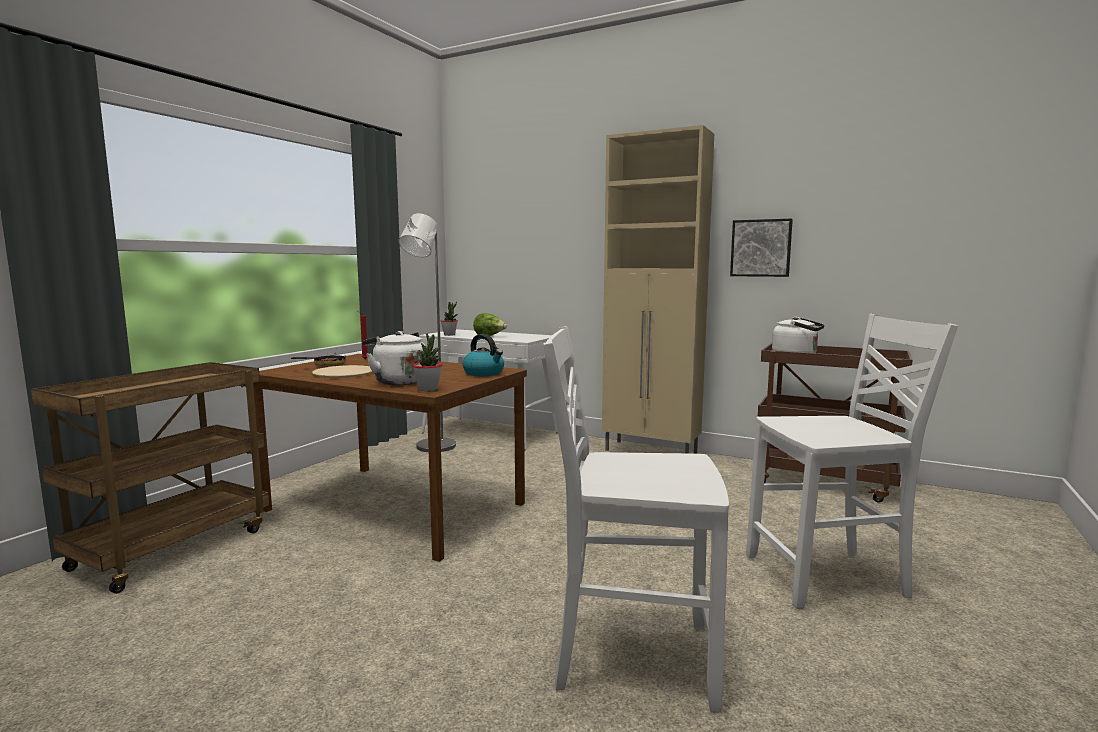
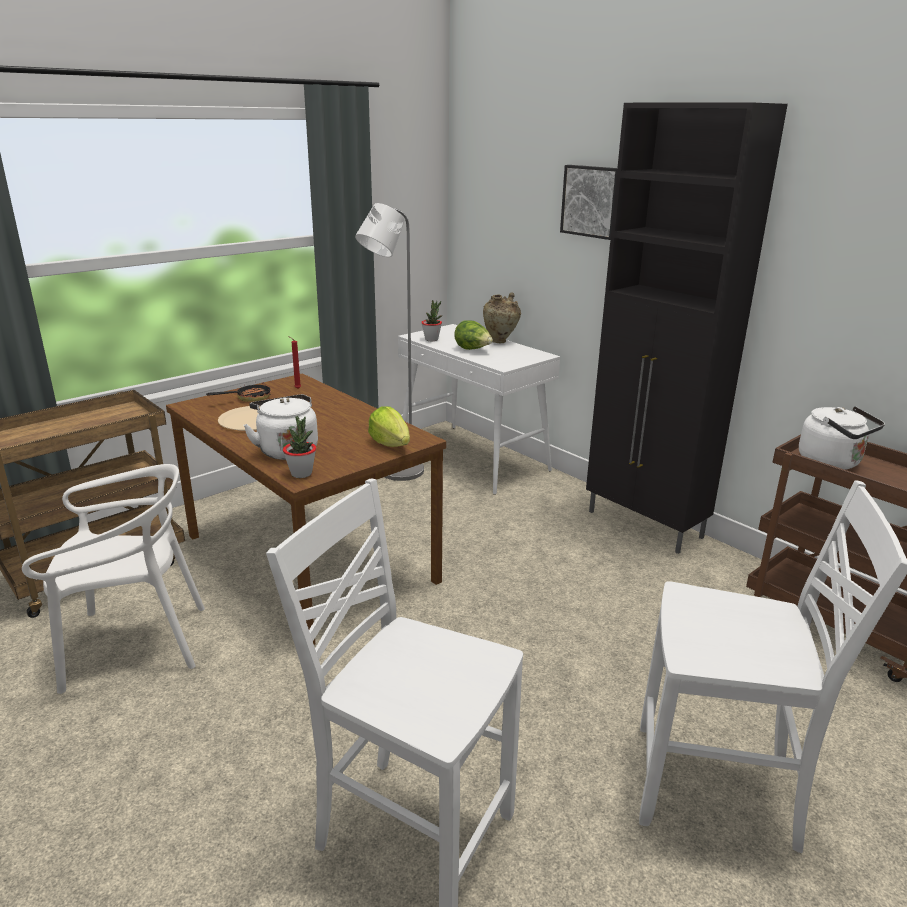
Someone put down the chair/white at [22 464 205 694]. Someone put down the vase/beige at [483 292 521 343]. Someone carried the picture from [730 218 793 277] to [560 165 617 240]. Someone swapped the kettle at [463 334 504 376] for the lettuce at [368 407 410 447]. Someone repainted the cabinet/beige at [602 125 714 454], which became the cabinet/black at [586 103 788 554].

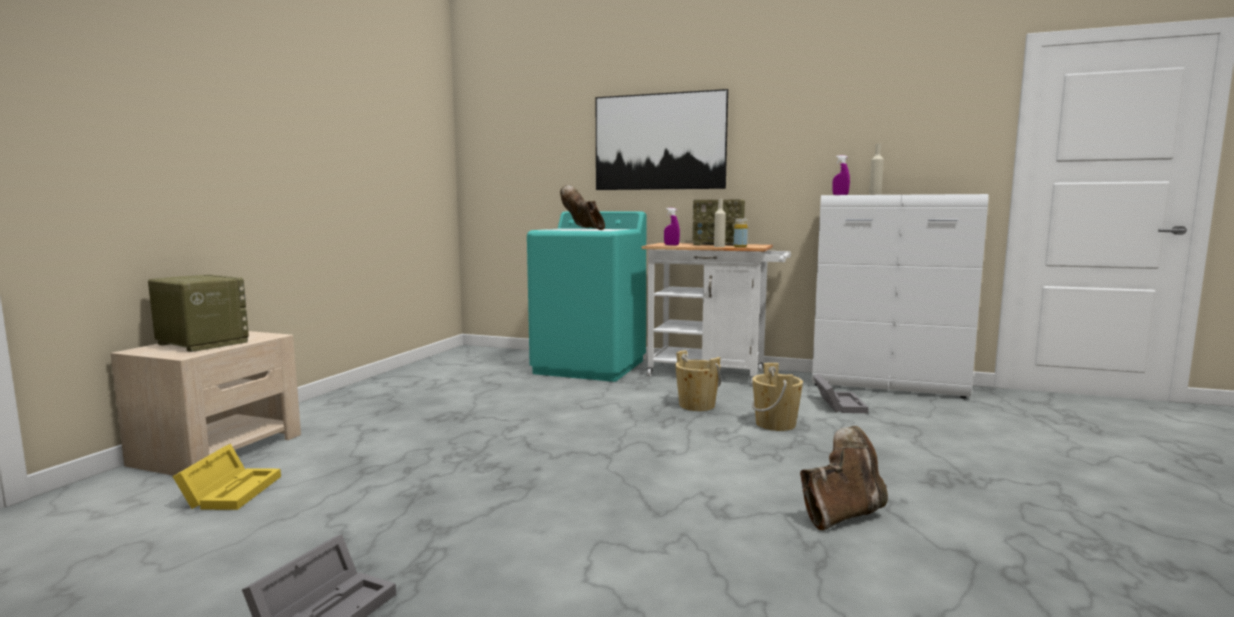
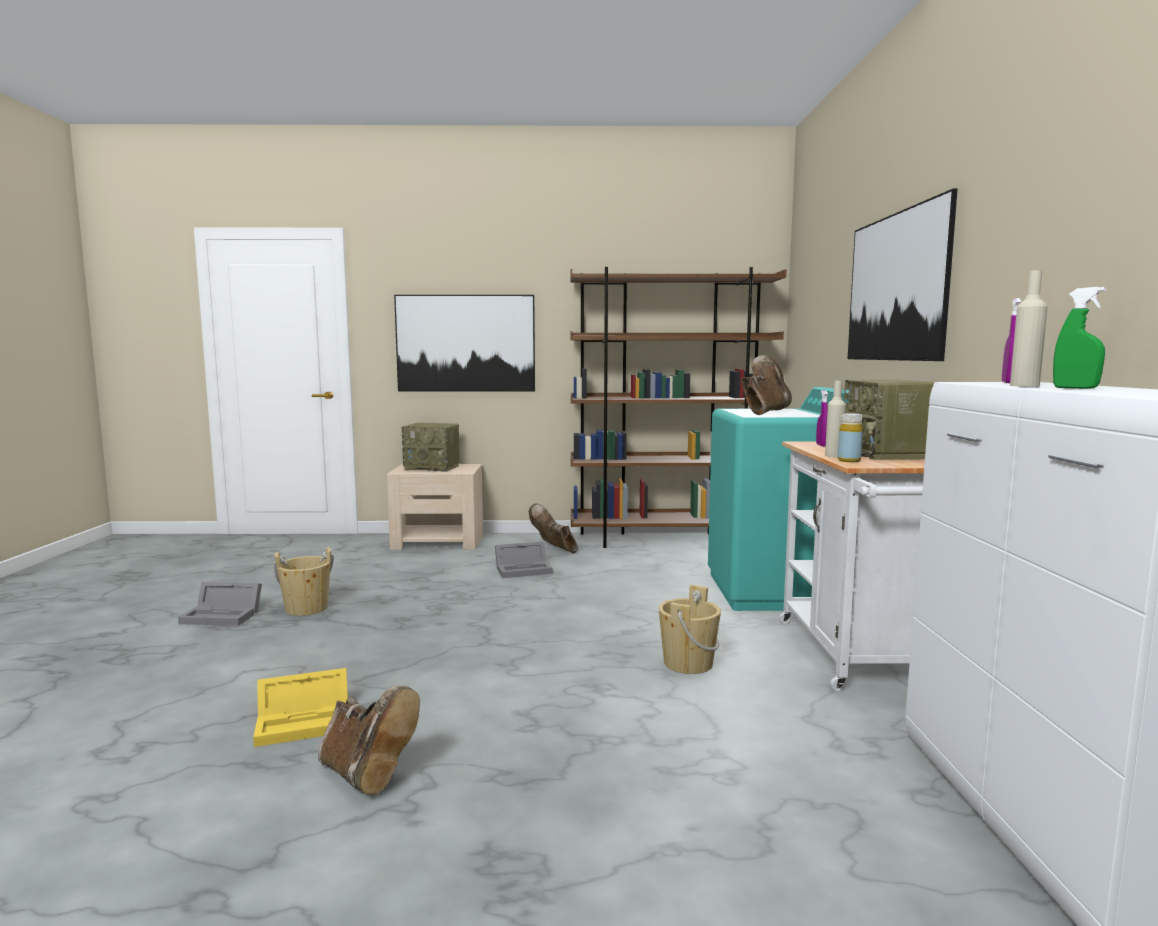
Someone put up the picture at [394 295 535 391]. Someone put down the boot/brown at [529 503 578 553]. Someone put down the bookcase/brown at [570 267 786 548]. Someone put down the spray bottle/green at [1053 287 1106 389]. Someone carried the storage box/yellow from [172 444 281 510] to [253 668 348 747]. Someone carried the bucket/beige from [752 363 803 431] to [273 547 334 616]. Someone carried the storage box/grey from [813 374 869 413] to [495 541 552 578]. Someone rotated the radio at [148 274 249 352] by 90 degrees clockwise.

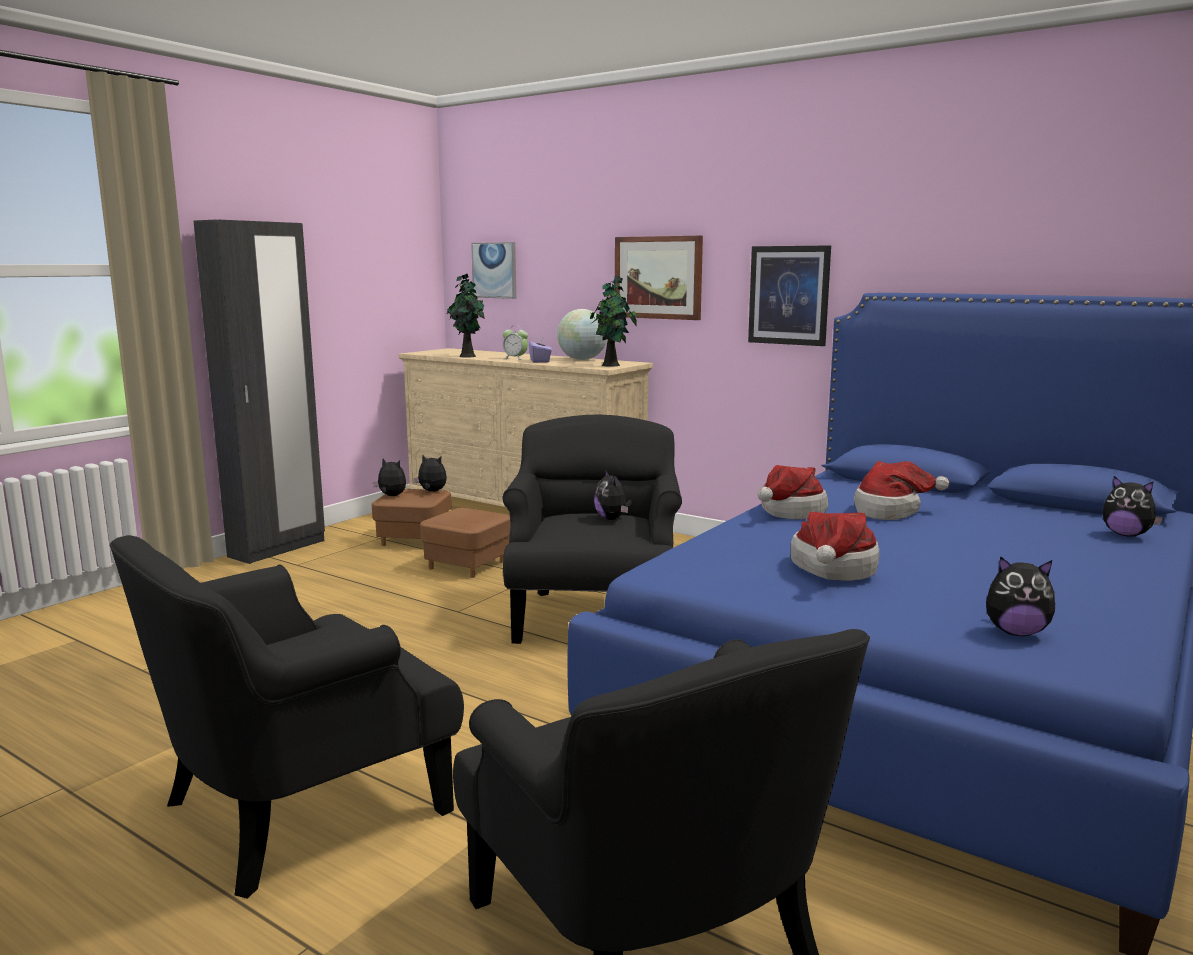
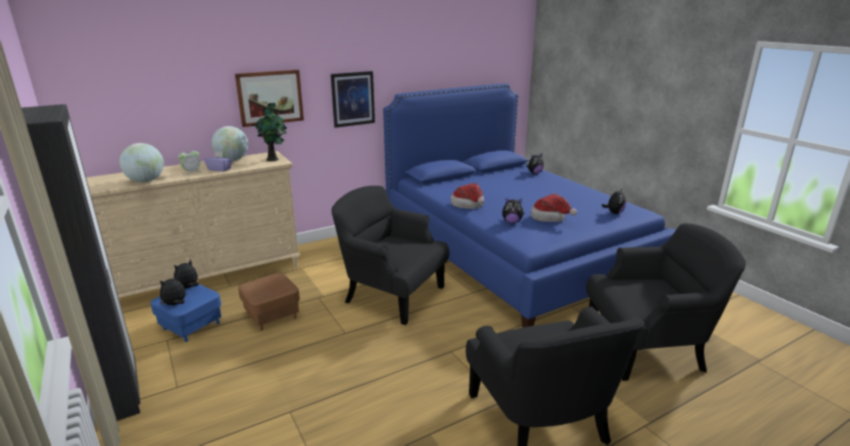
Someone took away the picture at [471 242 516 299]. Someone took away the hat at [854 461 949 520]. Someone carried the plush toy from [594 470 632 520] to [502 198 525 223]. Someone swapped the potted plant at [446 274 485 358] for the globe at [119 143 164 182]. Someone repainted the ottoman/brown at [372 489 451 546], which became the ottoman/blue at [150 284 221 342].

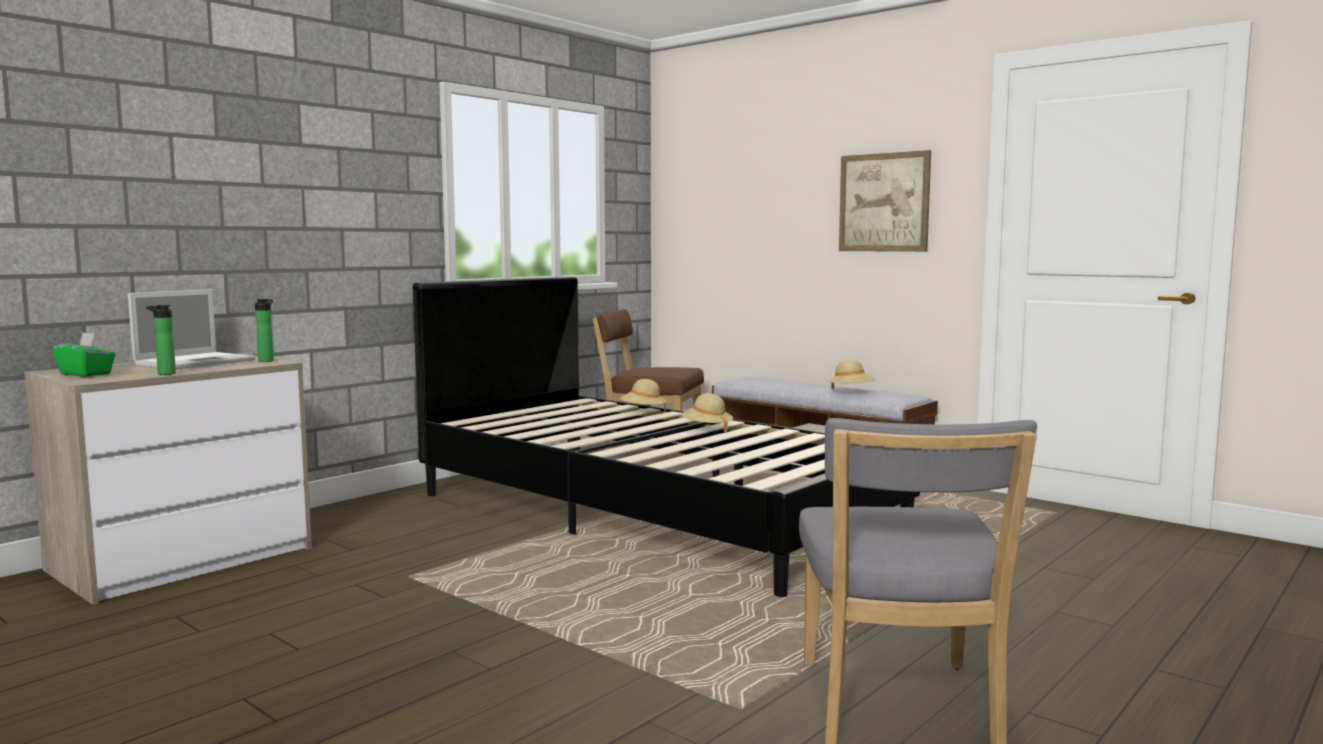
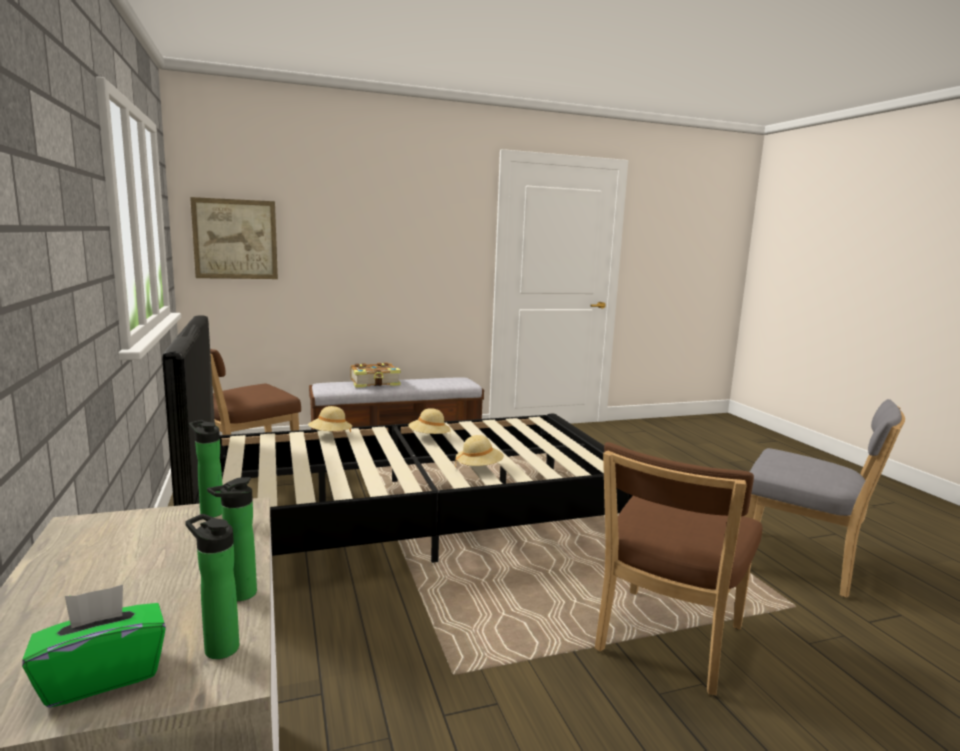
Someone took away the laptop at [128 289 255 369]. Someone put down the bottle at [185 514 239 659]. Someone put down the book at [350 362 401 388]. Someone put down the chair/brown at [595 442 762 695]. Someone carried the hat/beige from [828 360 876 390] to [455 435 504 468]. Someone carried the picture from [839 150 931 252] to [190 197 278 279].

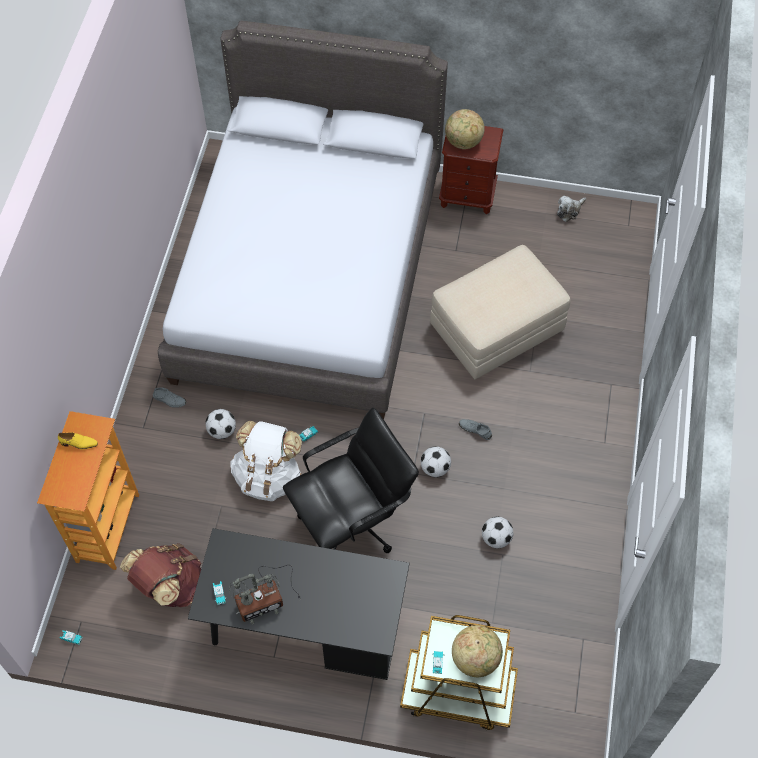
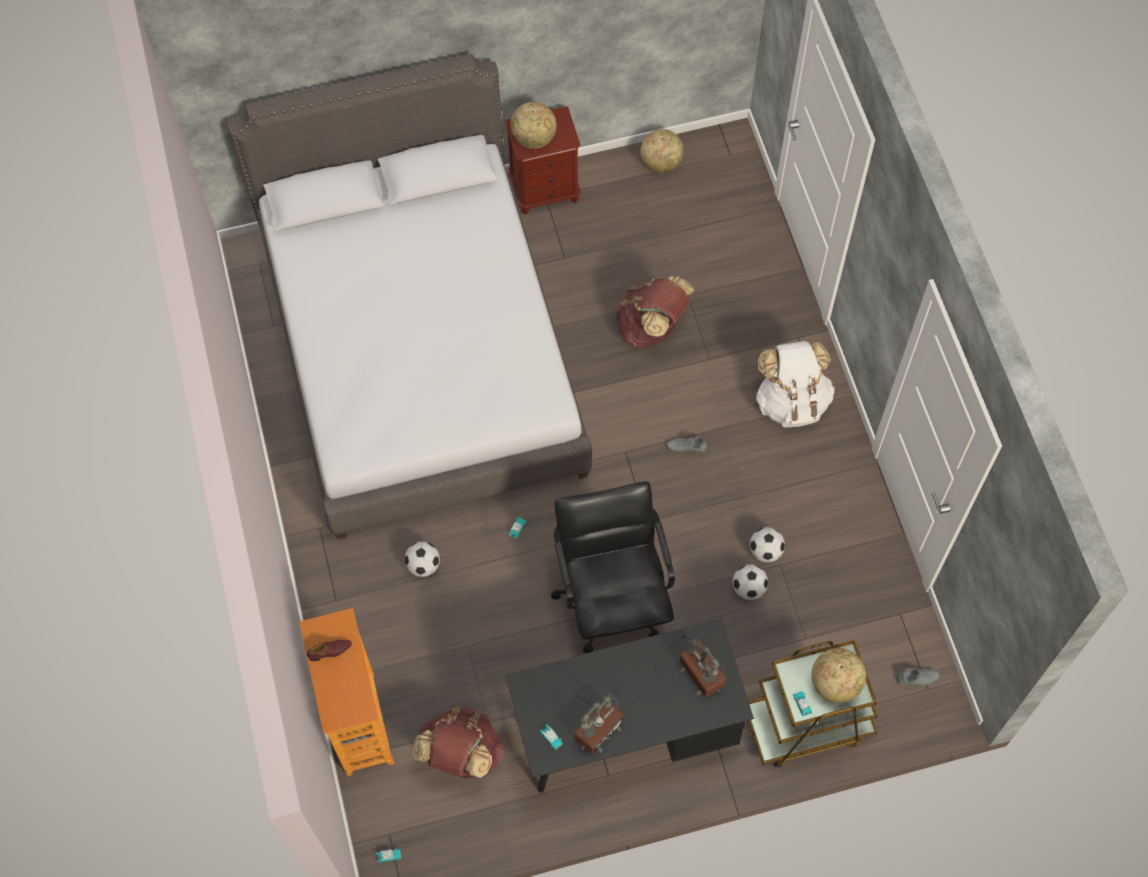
Someone put down the table lamp at [649 635 727 697]. Someone carried the shoe/grey from [153 387 186 408] to [896 668 940 686]. Someone carried the backpack/white from [230 421 302 501] to [755 341 835 428]. Someone carried the football from [421 446 451 477] to [733 564 768 600]. Someone swapped the ottoman/beige at [430 245 571 379] for the backpack/brown at [615 276 695 348]. Someone swapped the plush toy at [557 196 586 222] for the globe at [640 129 684 173]. Someone repainted the shoe/yellow at [58 433 98 449], which became the shoe/brown at [307 639 352 661]. Someone rotated the office chair/black at [283 408 419 553] by 45 degrees counterclockwise.

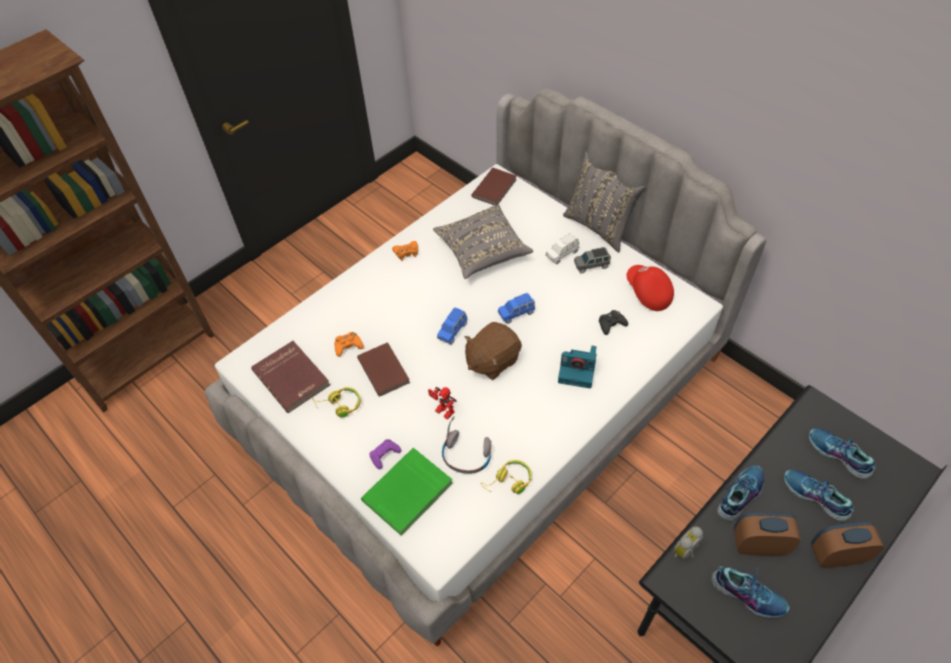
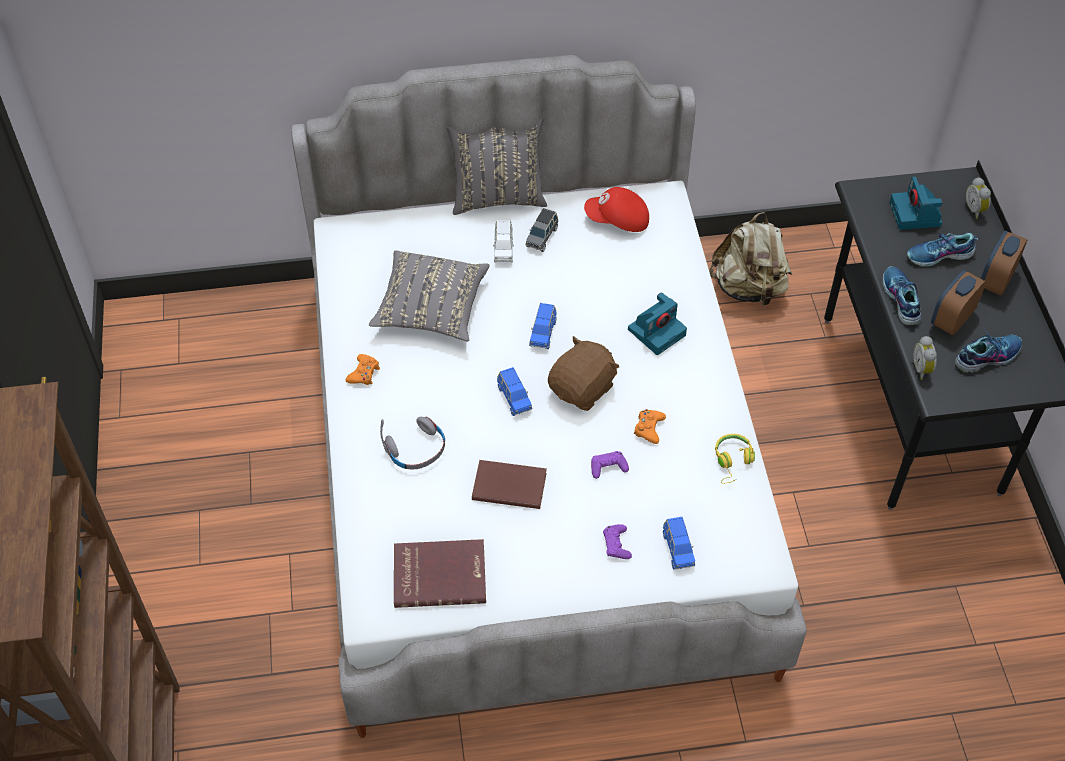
Someone took away the headphones/yellow at [312 387 361 418]. Someone took away the book/brown at [471 168 517 206]. Someone took away the game controller/black at [599 310 628 335]. Someone put down the backpack/beige at [709 212 792 308]. Someone put down the alarm clock at [966 177 991 219]. Someone carried the game controller/orange from [335 332 364 357] to [634 409 666 444]. Someone carried the headphones/grey from [442 416 491 474] to [380 417 445 470]. Someone swapped the book/green at [361 448 453 536] for the toy car/blue at [663 517 695 569]. Someone swapped the toy robot at [428 387 457 420] for the game controller/purple at [591 451 629 479]. Someone swapped the shoe at [809 429 876 479] for the photo camera at [890 177 943 230]. Someone rotated the plush toy/brown at [464 322 522 380] by 135 degrees counterclockwise.

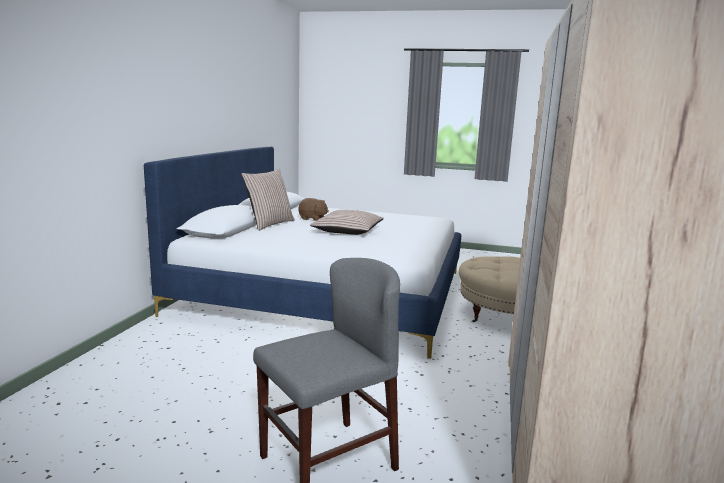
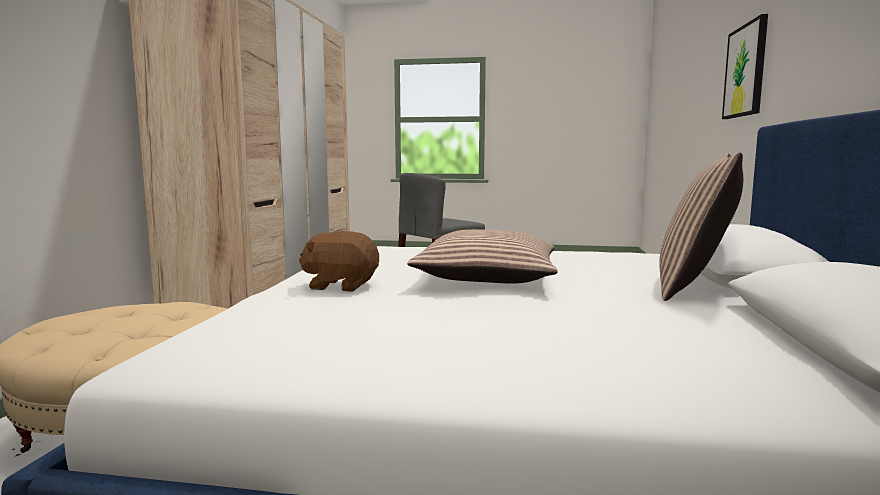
Someone put up the picture at [722 14 768 119]. Someone carried the plush toy/brown from [298 198 329 221] to [299 231 379 292].

